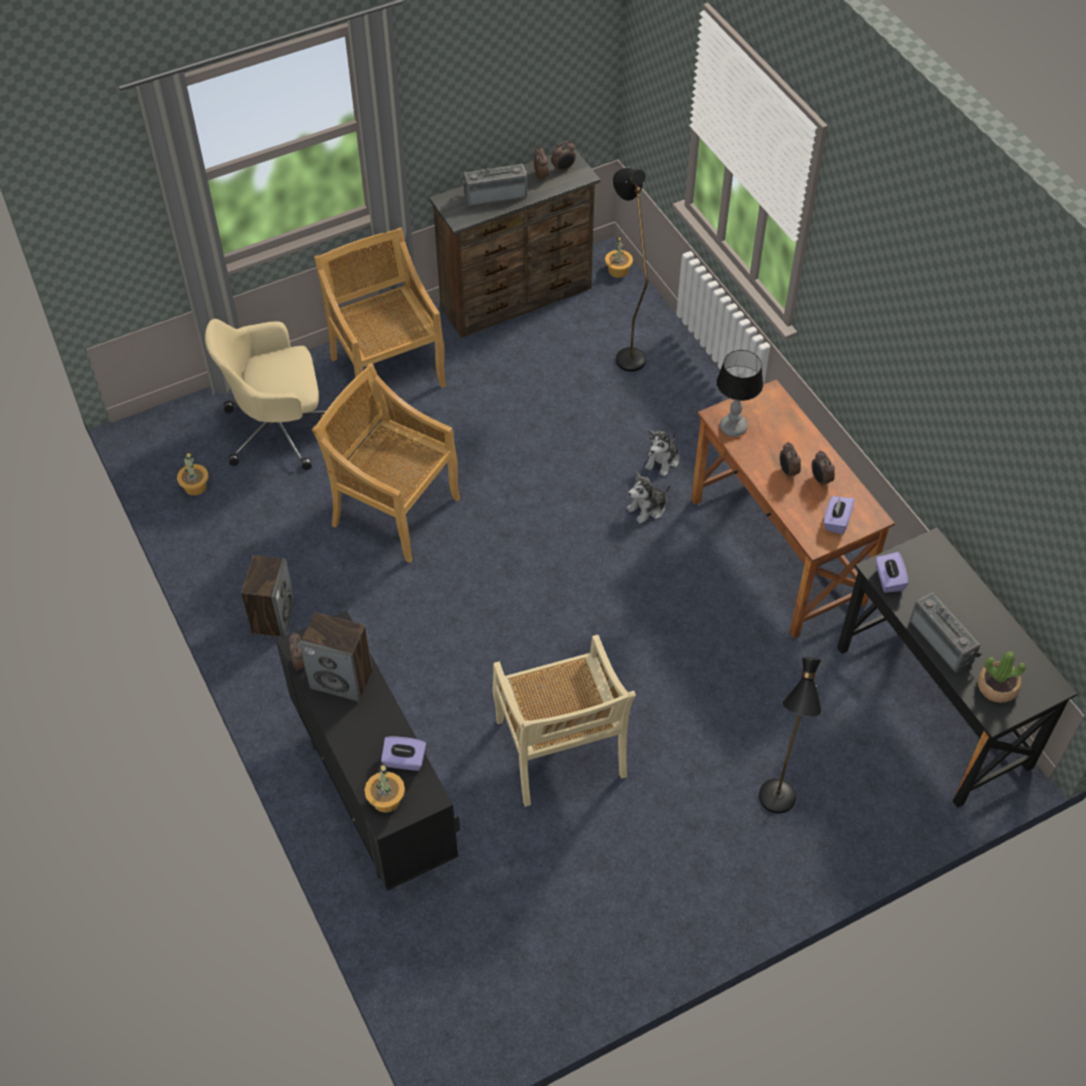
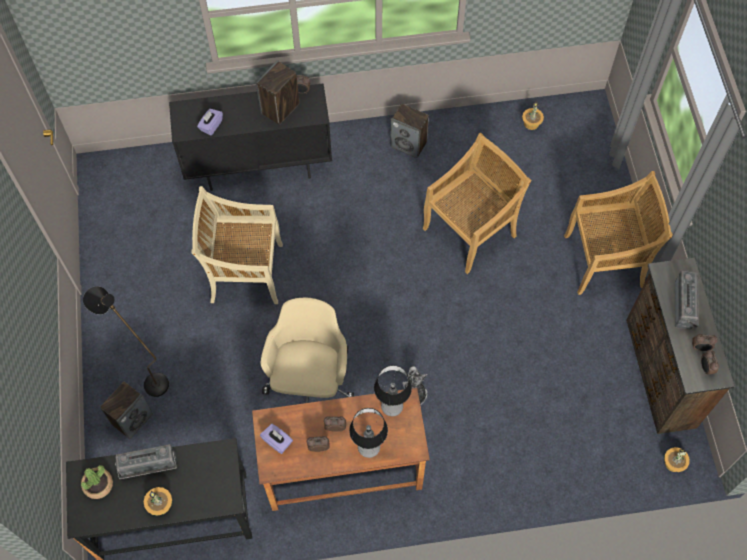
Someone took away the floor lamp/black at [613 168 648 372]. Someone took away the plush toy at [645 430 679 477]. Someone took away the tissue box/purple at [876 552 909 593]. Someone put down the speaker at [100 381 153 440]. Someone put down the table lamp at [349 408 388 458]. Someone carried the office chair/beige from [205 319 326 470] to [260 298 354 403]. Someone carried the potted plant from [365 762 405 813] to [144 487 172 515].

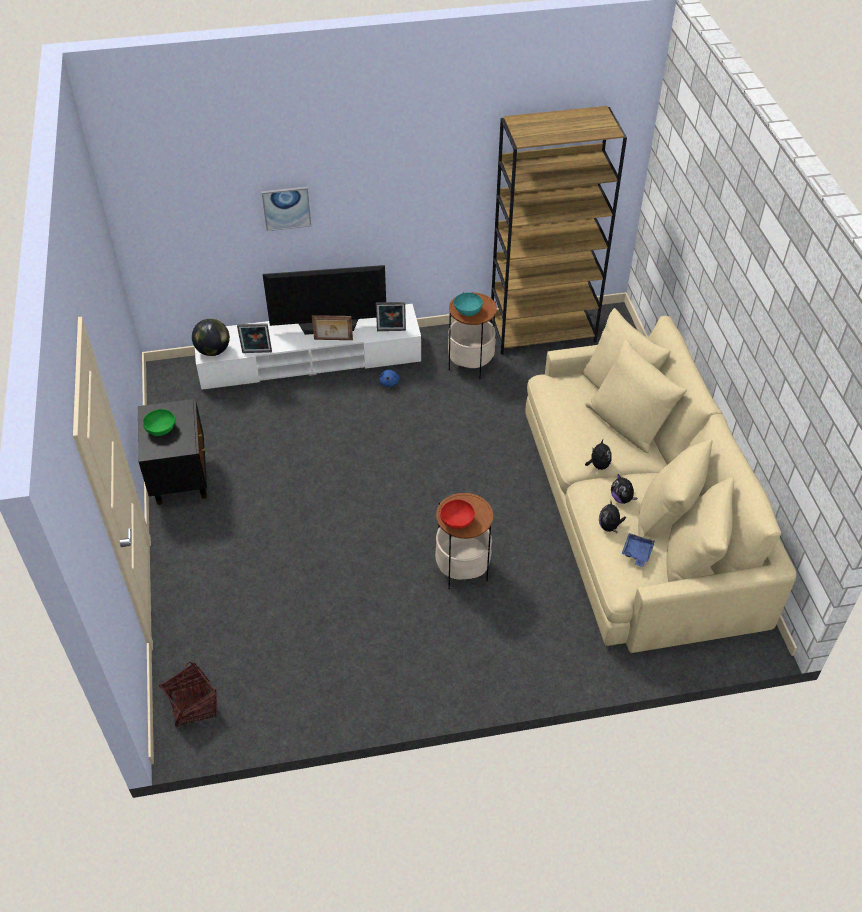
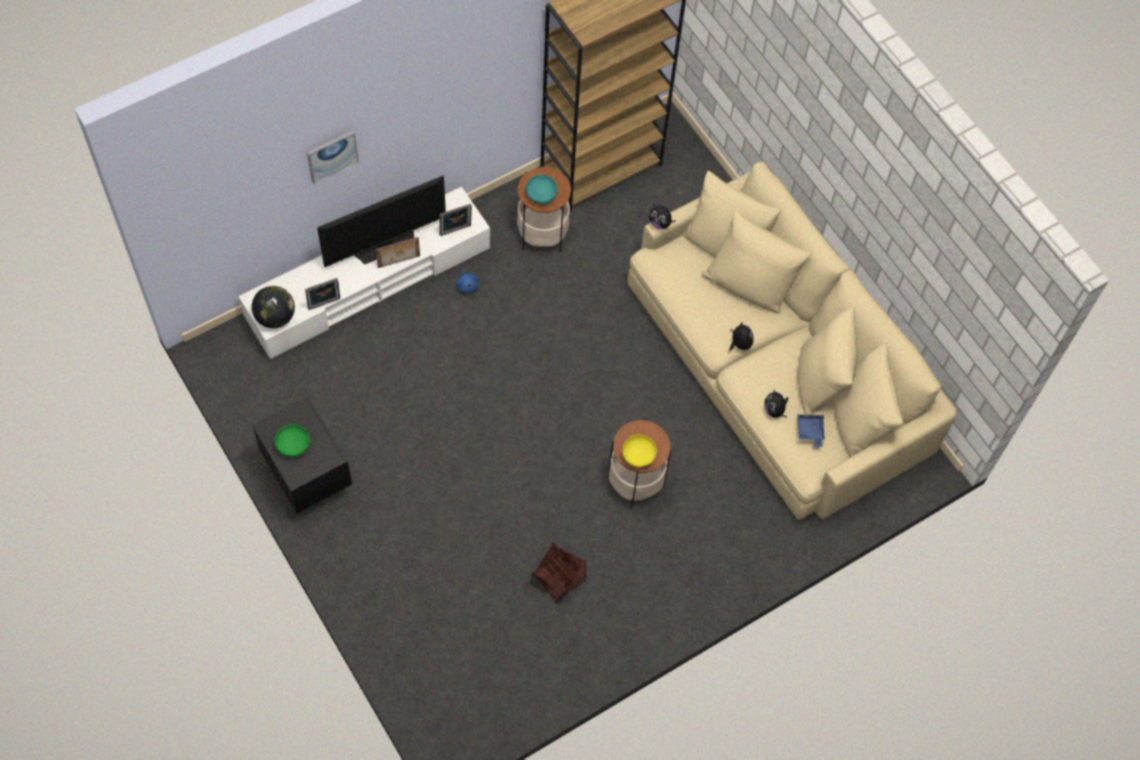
Someone carried the basket from [159 662 217 728] to [532 542 586 603]. Someone carried the plush toy from [611 474 637 504] to [649 205 676 229]. Someone repainted the bowl/red at [440 499 475 529], which became the bowl/yellow at [623 435 657 467].

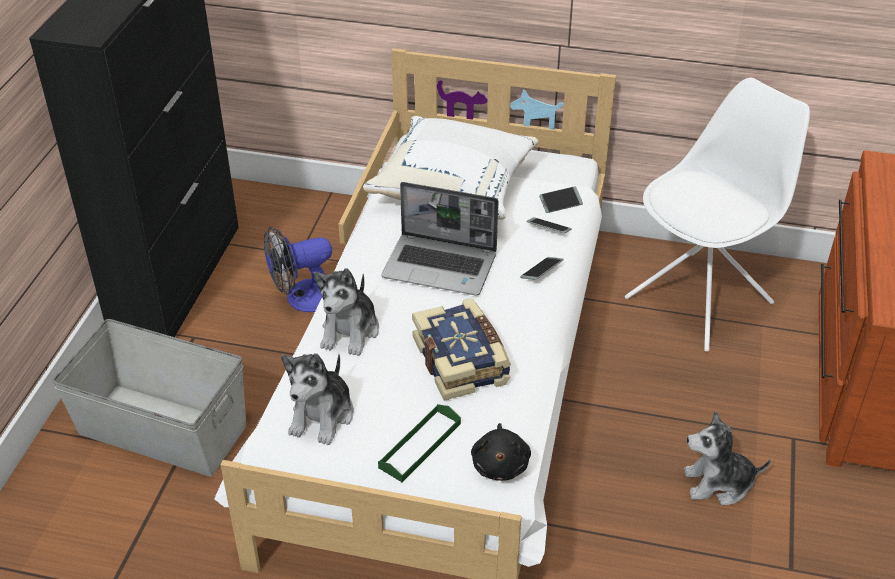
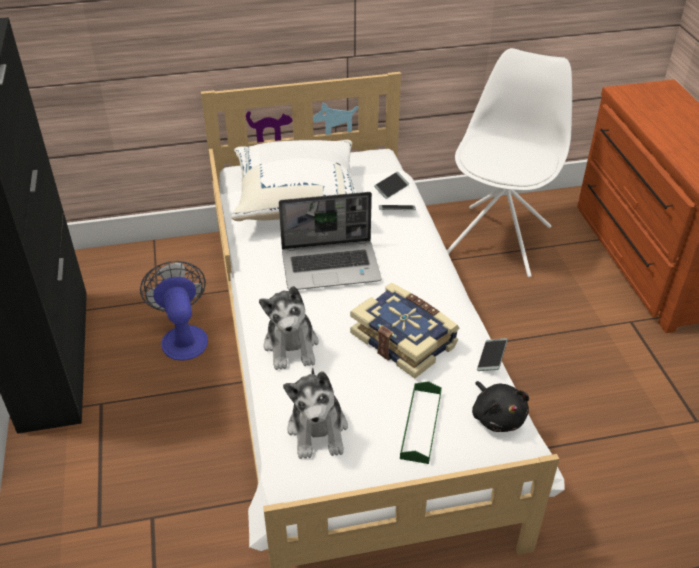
Someone took away the storage box/grey at [52 319 246 476]. Someone took away the plush toy at [684 410 771 506]. Someone carried the phone from [520 257 564 280] to [477 338 508 371]. Someone rotated the fan at [264 227 332 312] by 120 degrees clockwise.

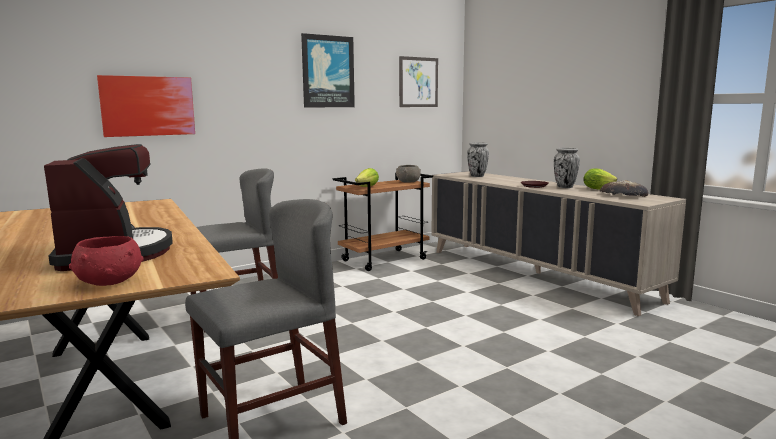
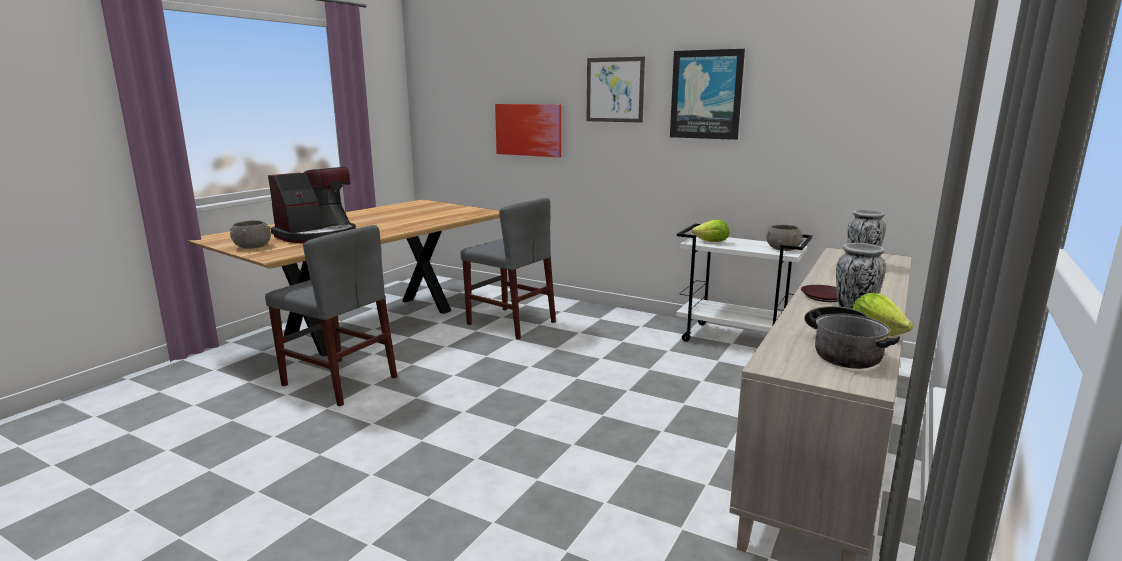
Someone carried the picture from [399 56 438 107] to [587 57 645 123]. Someone swapped the bread at [600 180 648 197] for the cooking pot at [804 306 900 369]. Someone repainted the bowl/red at [69 236 143 286], which became the bowl/grey at [230 220 271 249]. Someone repainted the cart/brown at [333 172 433 271], which became the cart/white at [676 224 813 342].

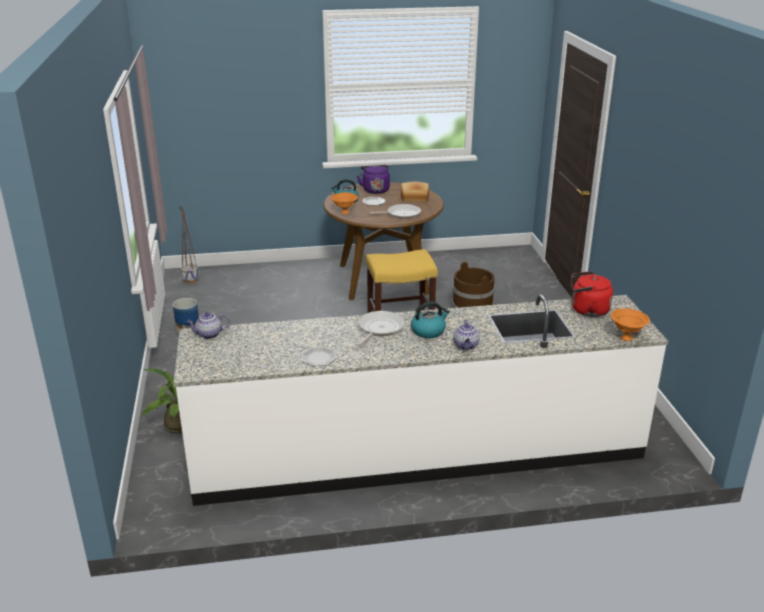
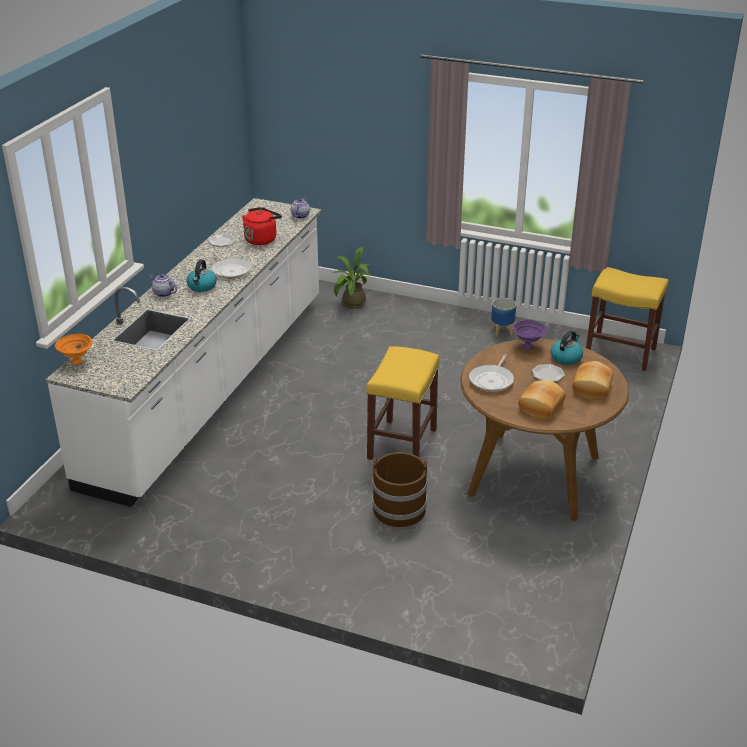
Someone carried the kettle/red from [571 271 613 317] to [242 207 282 245]. Someone swapped the planter at [180 206 199 283] for the stool/yellow at [586 267 668 371]. Someone swapped the kettle/purple at [357 165 390 194] for the bread at [572 361 613 399]. Someone repainted the bowl/orange at [331 192 358 214], which became the bowl/purple at [513 320 547 350].

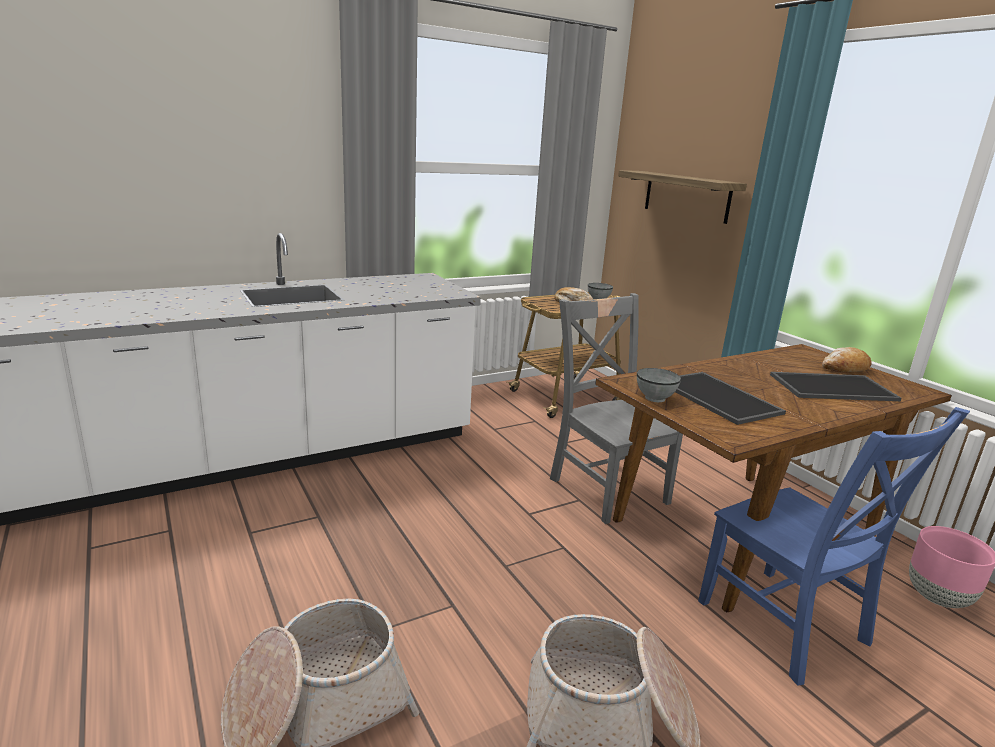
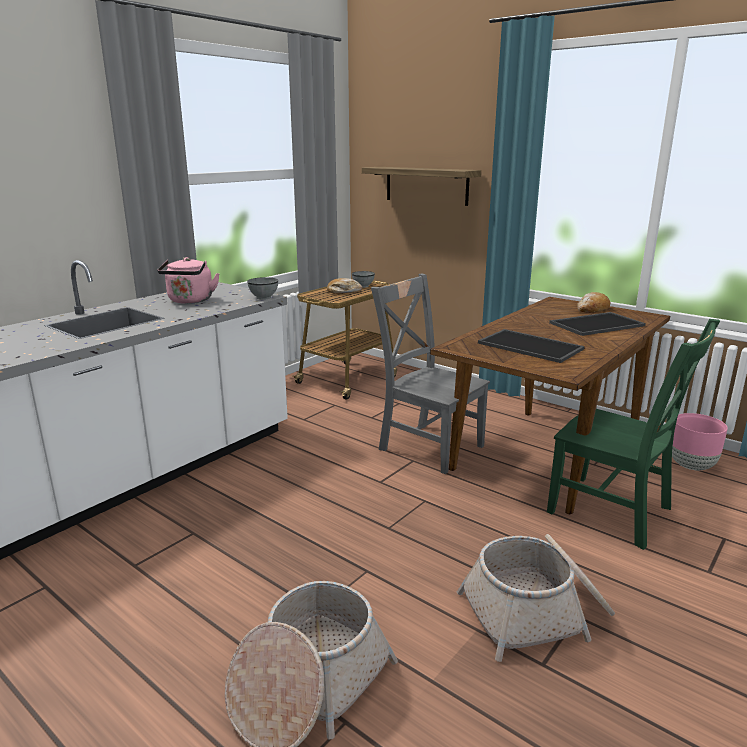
Someone put down the kettle/pink at [157 257 220 304]. Someone carried the bowl/grey from [637 368 681 402] to [247 277 278 300]. Someone repainted the chair/blue at [698 407 970 686], which became the chair/green at [547 319 720 550].

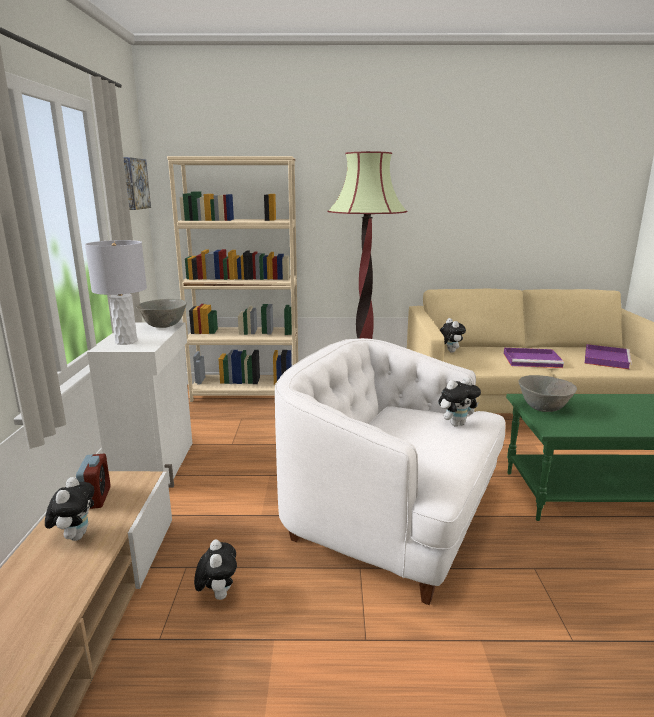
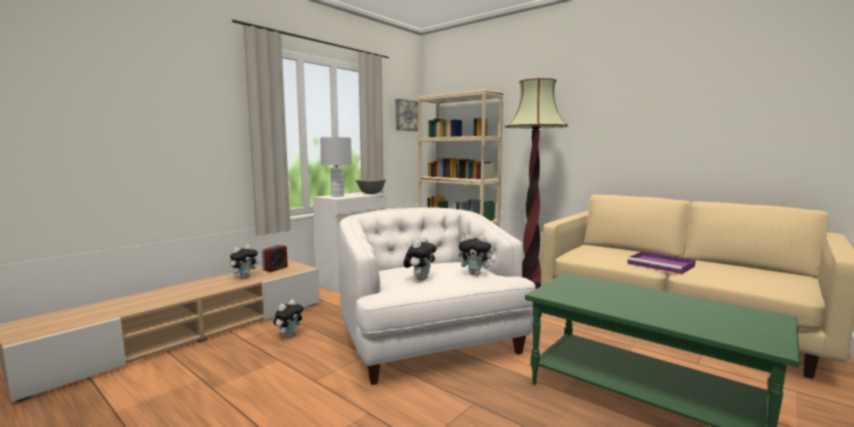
Someone took away the bowl/grey at [519 375 577 412]. Someone took away the tray/purple at [585 344 632 369]. Someone carried the plush toy from [440 318 466 353] to [403 237 437 281].

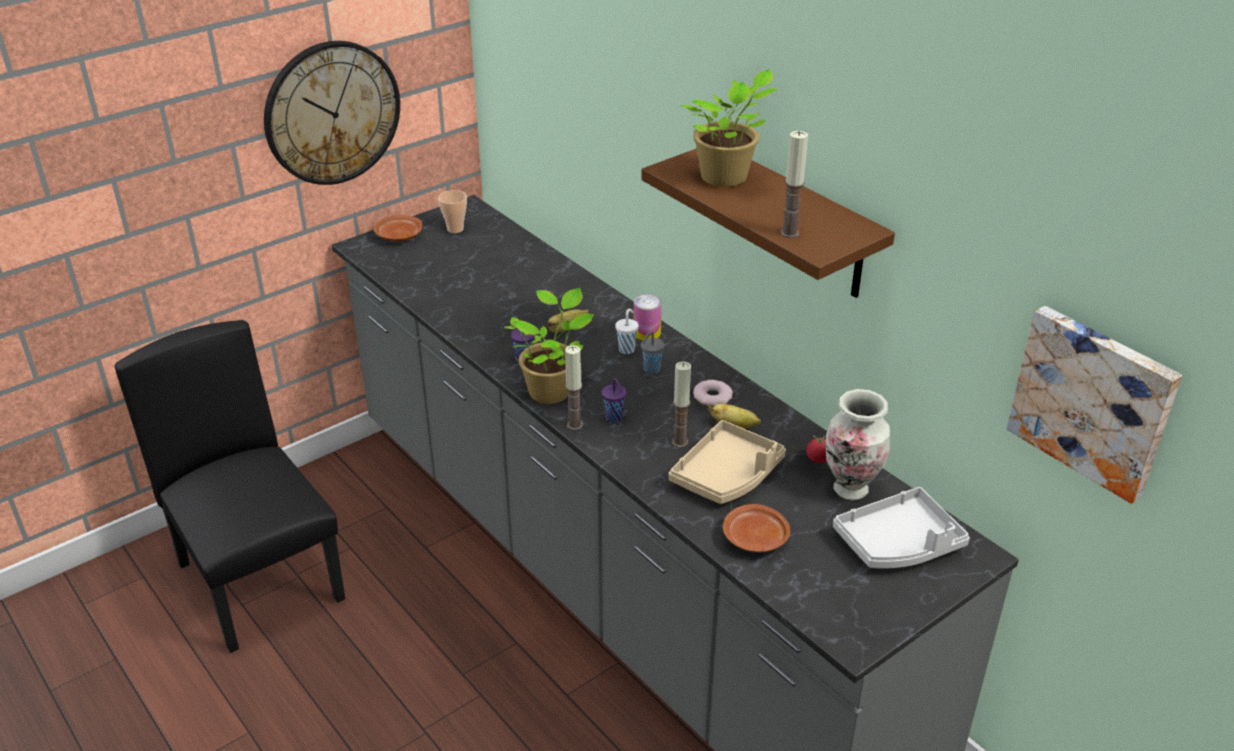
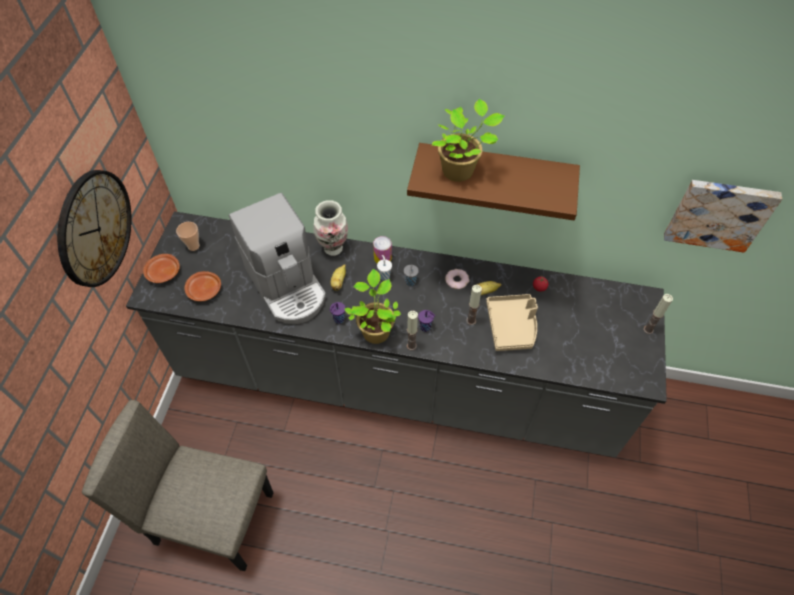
Someone took away the tray/grey at [833 487 970 568]. Someone put down the coffee machine at [229 193 326 324]. Someone carried the plate/brown from [723 504 790 552] to [184 271 221 302]. Someone carried the candle from [780 131 808 238] to [644 294 673 334]. Someone carried the vase from [826 389 890 501] to [313 200 348 256]. Someone repainted the chair/black at [115 320 345 653], which became the chair/beige at [82 400 274 571].

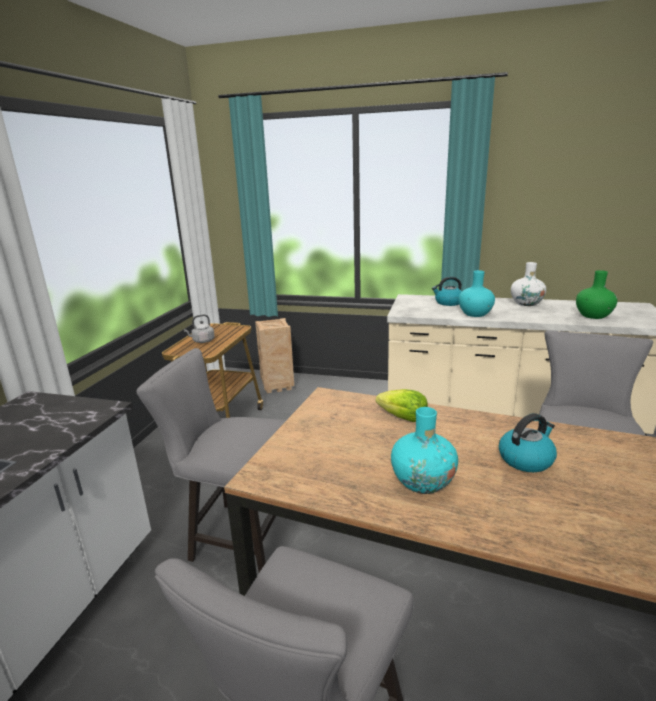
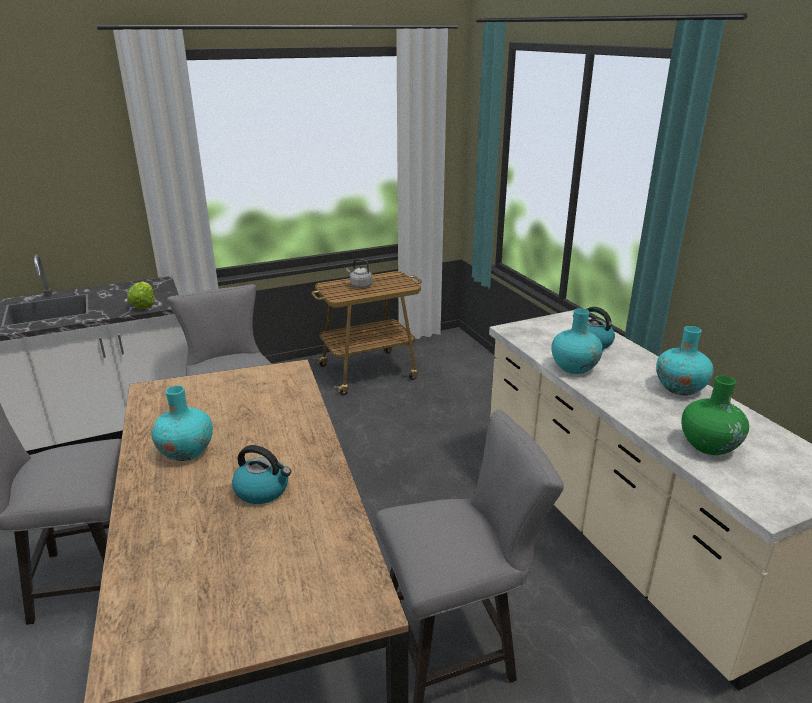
Someone took away the crate at [255 318 294 393]. Someone carried the lettuce from [376 389 428 422] to [127 281 155 309]. Someone repainted the vase/white at [511 262 546 306], which became the vase/turquoise at [656 326 714 396].

